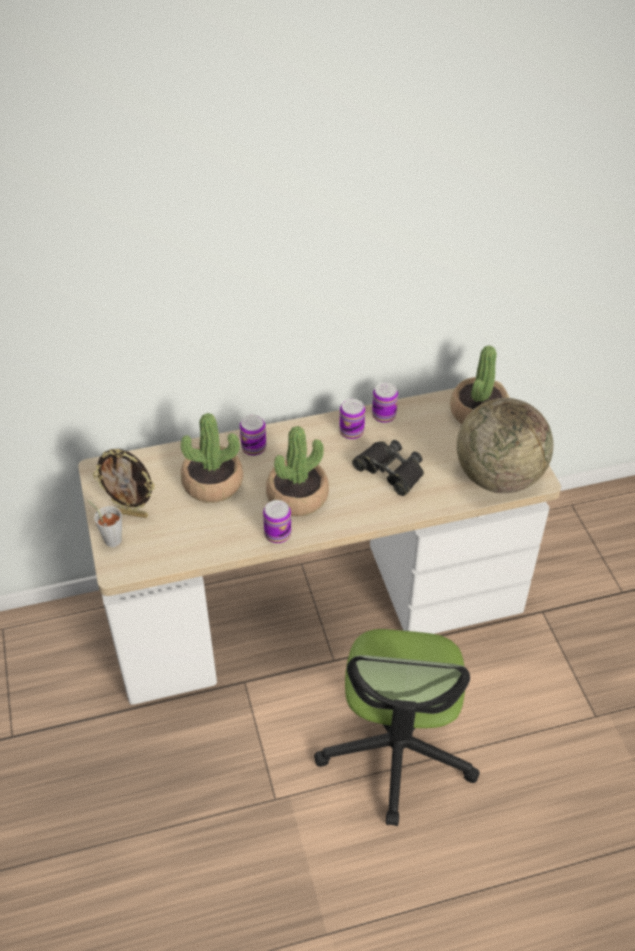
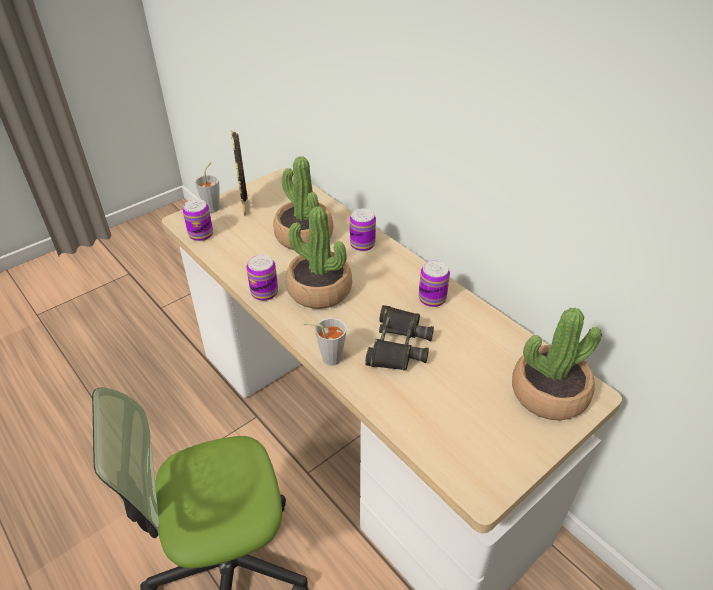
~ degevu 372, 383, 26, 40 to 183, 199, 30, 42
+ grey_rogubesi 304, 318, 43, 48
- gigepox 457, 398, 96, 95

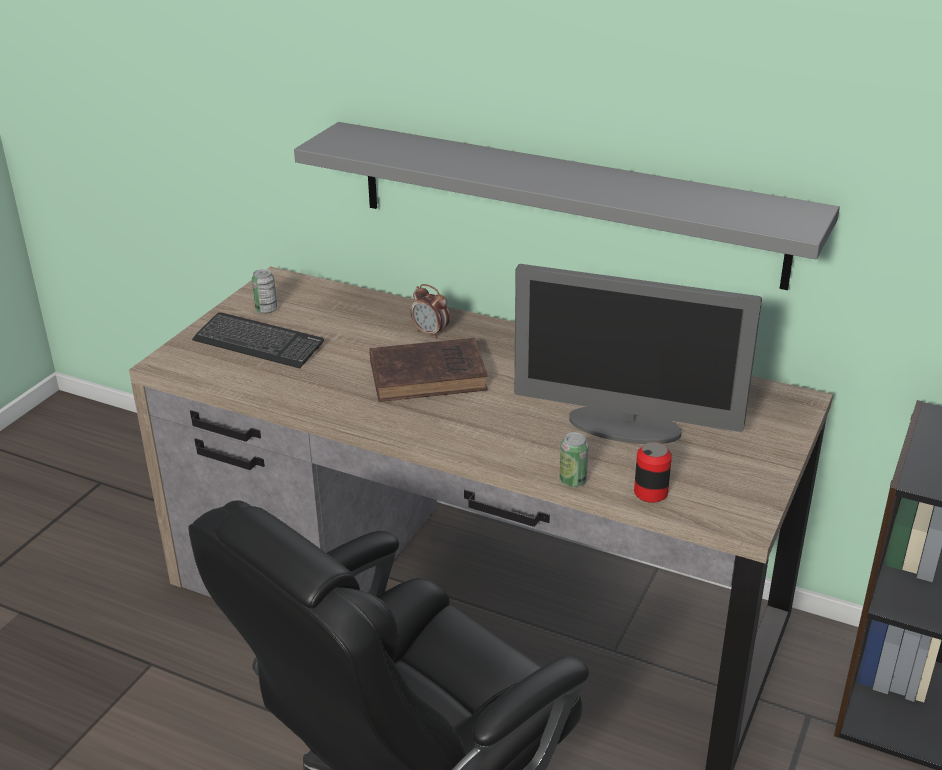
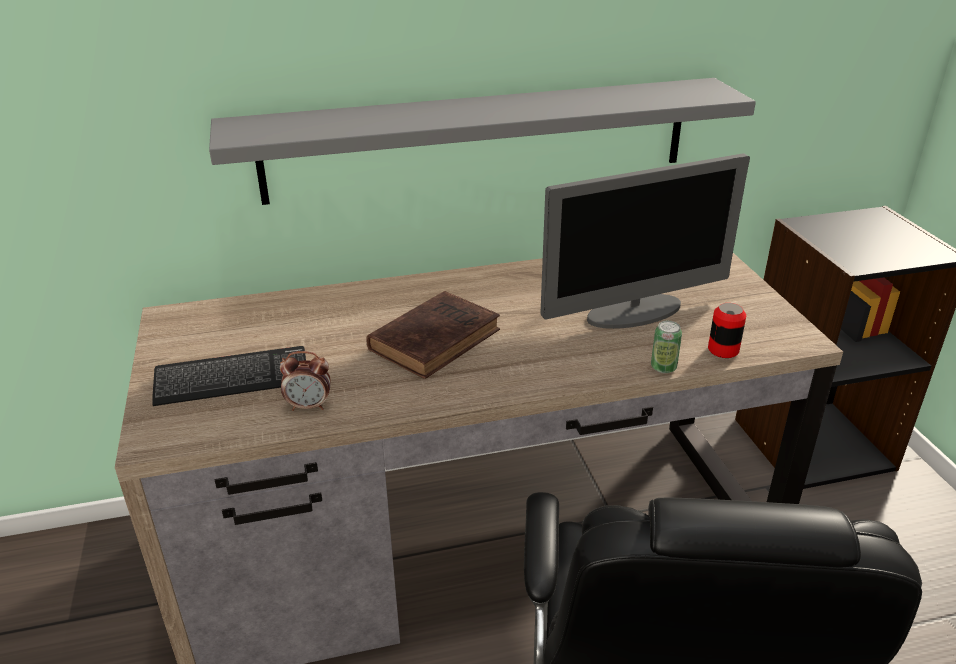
~ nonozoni 411, 284, 39, 55 to 280, 351, 51, 60
- degevu 252, 269, 25, 45

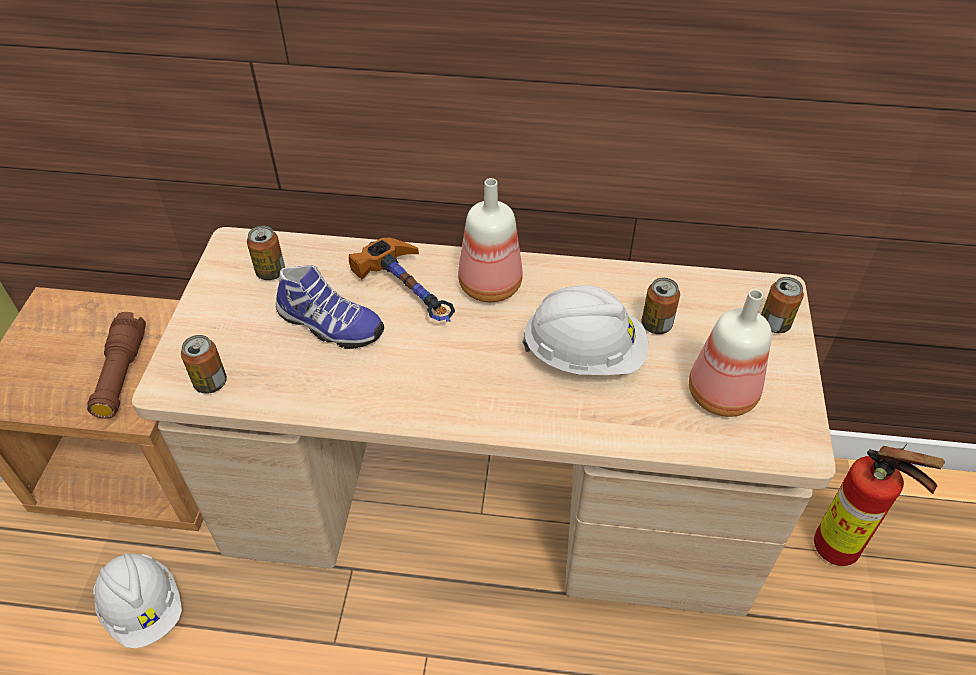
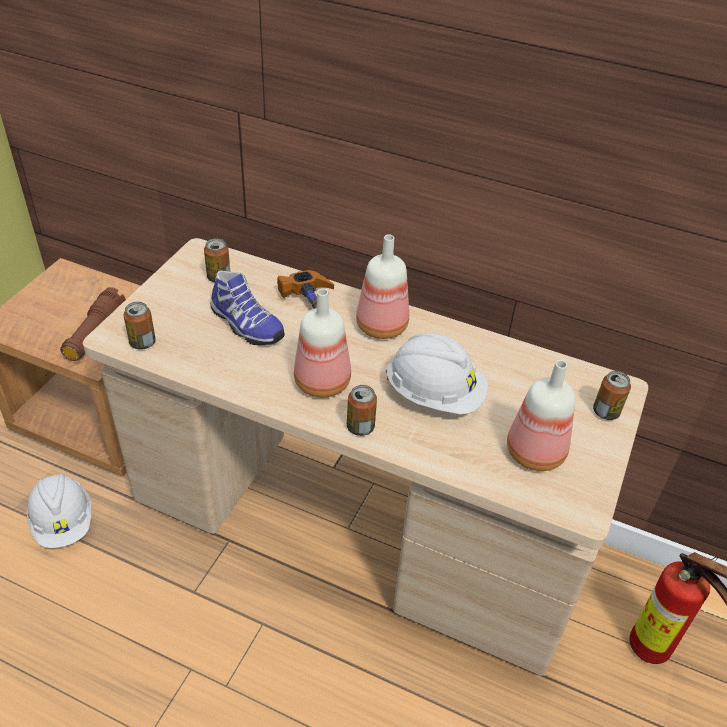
+ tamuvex 294, 288, 57, 109
~ degevu 641, 278, 39, 56 to 347, 385, 30, 51

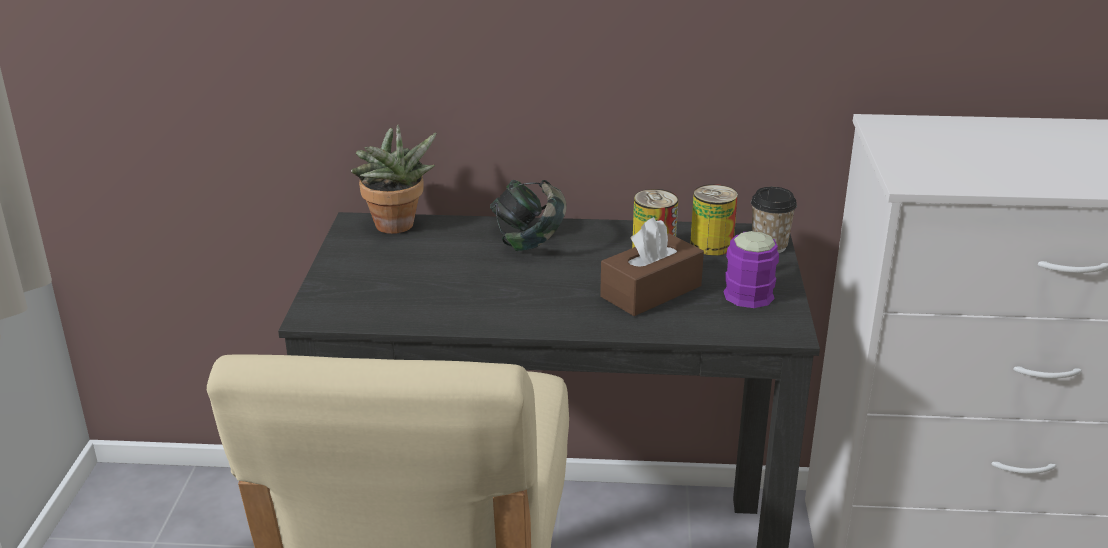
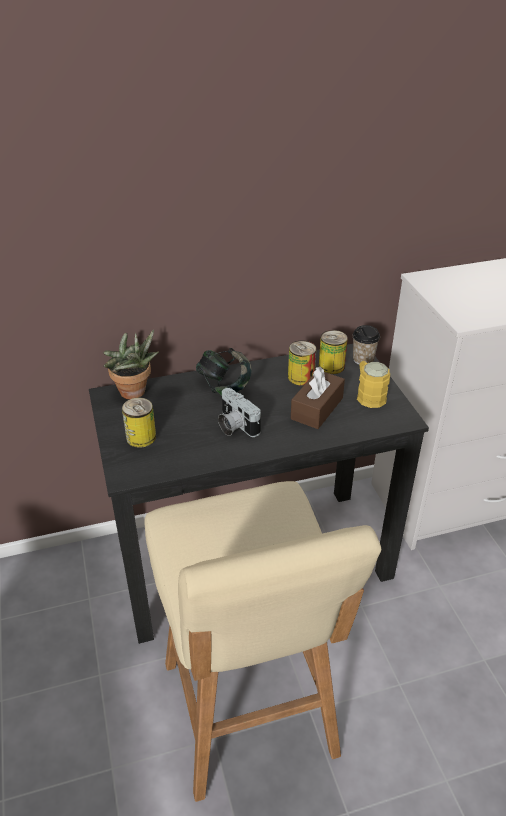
+ degevu 122, 397, 34, 51
+ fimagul 218, 388, 43, 49
~ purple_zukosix 723, 231, 56, 77 to yellow_zukosix 357, 361, 33, 47

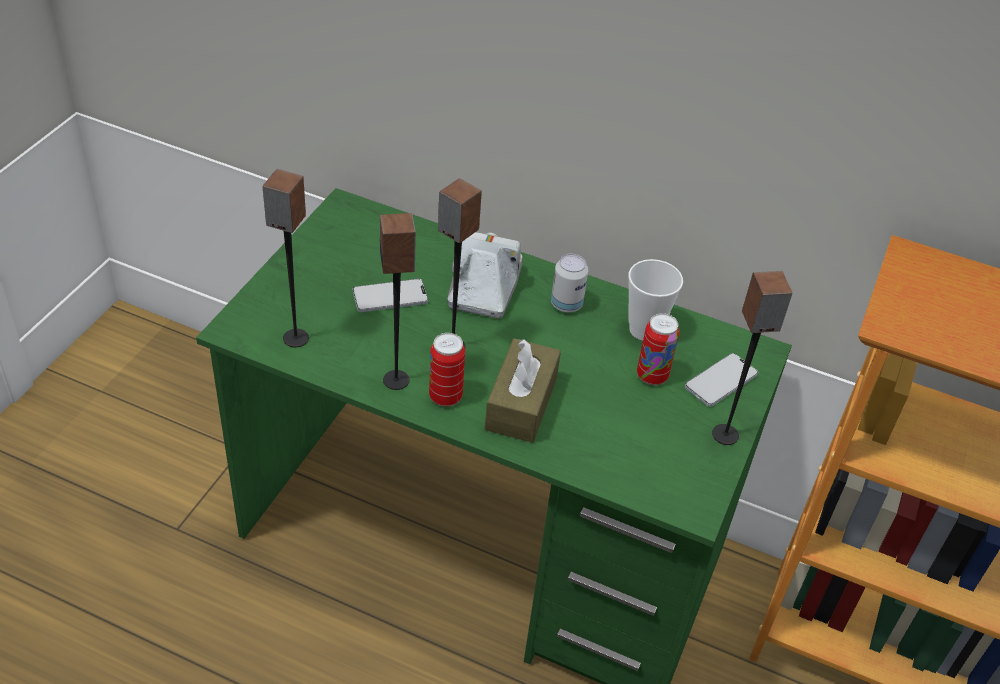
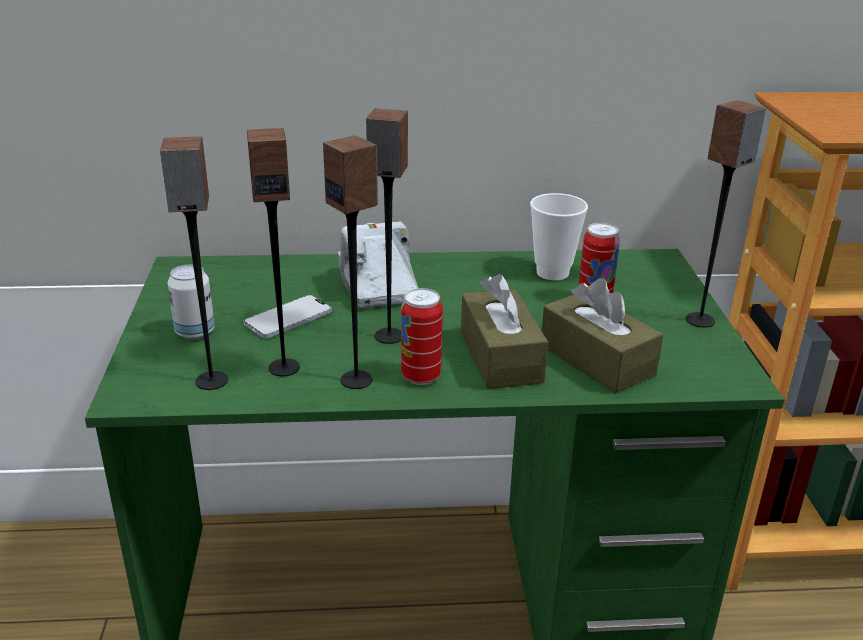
~ degevu 551, 254, 37, 58 to 168, 265, 47, 74
+ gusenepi 247, 128, 53, 248
+ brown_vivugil 542, 278, 121, 115
- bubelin 685, 353, 73, 54

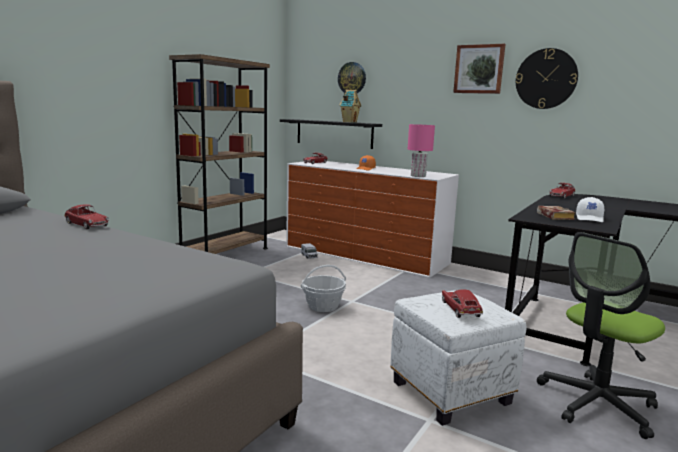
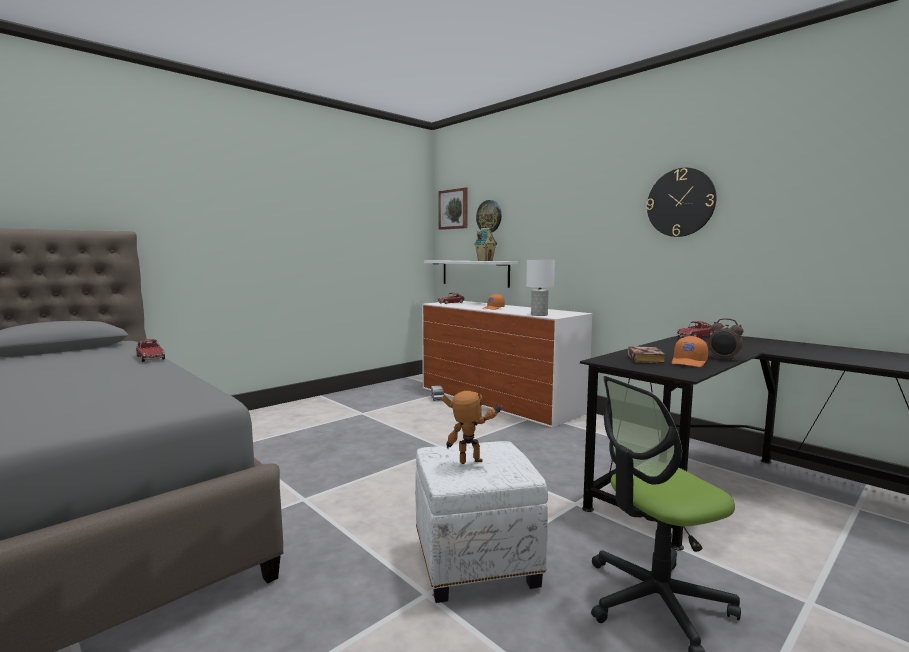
~ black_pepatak 280, 119, 102, 30 to white_pepatak 424, 260, 94, 28
~ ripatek 453, 44, 52, 50 to 438, 187, 30, 43
~ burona 442, 289, 41, 29 to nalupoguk 442, 391, 61, 73
~ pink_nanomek 408, 124, 27, 53 to white_nanomek 526, 260, 29, 56
~ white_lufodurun 576, 197, 28, 25 to orange_lufodurun 672, 336, 36, 31
+ nonozoni 708, 318, 36, 43
- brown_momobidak 169, 54, 101, 200
- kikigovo 301, 265, 45, 47

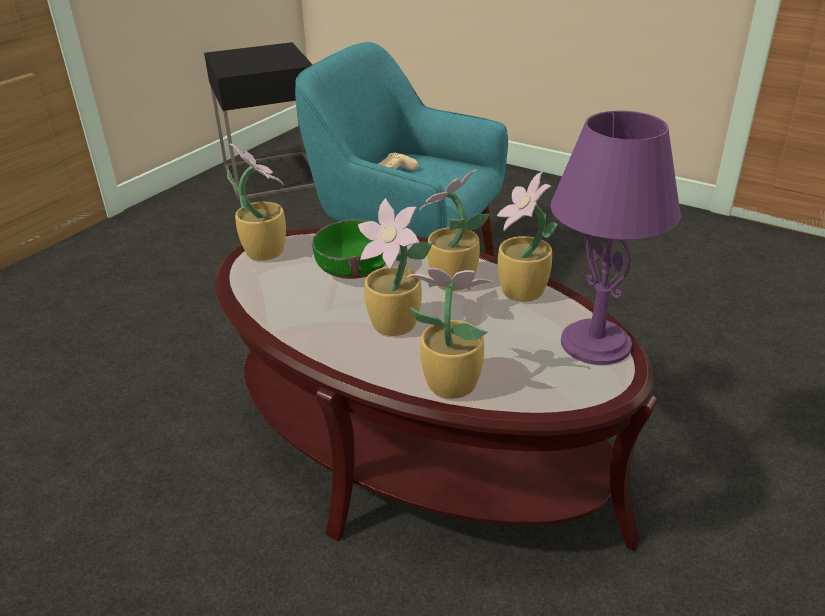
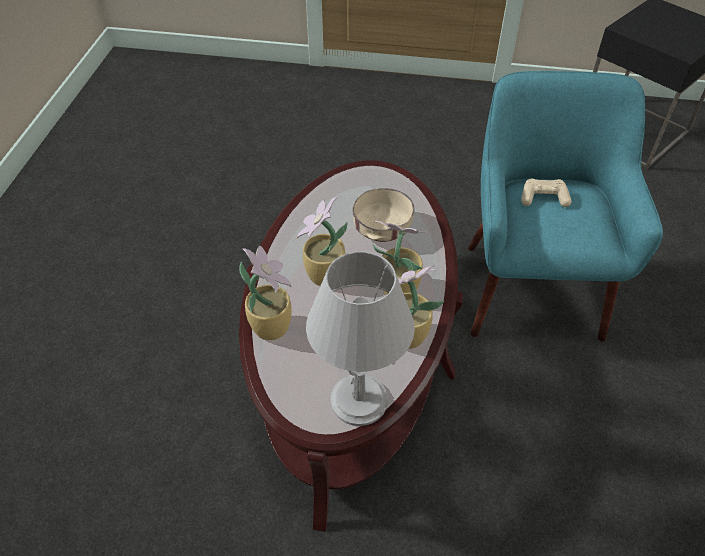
~ purple_nanomek 550, 110, 131, 255 to grey_nanomek 306, 251, 109, 175
~ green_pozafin 312, 219, 74, 60 to beige_pozafin 352, 188, 63, 54
- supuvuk 227, 143, 59, 117

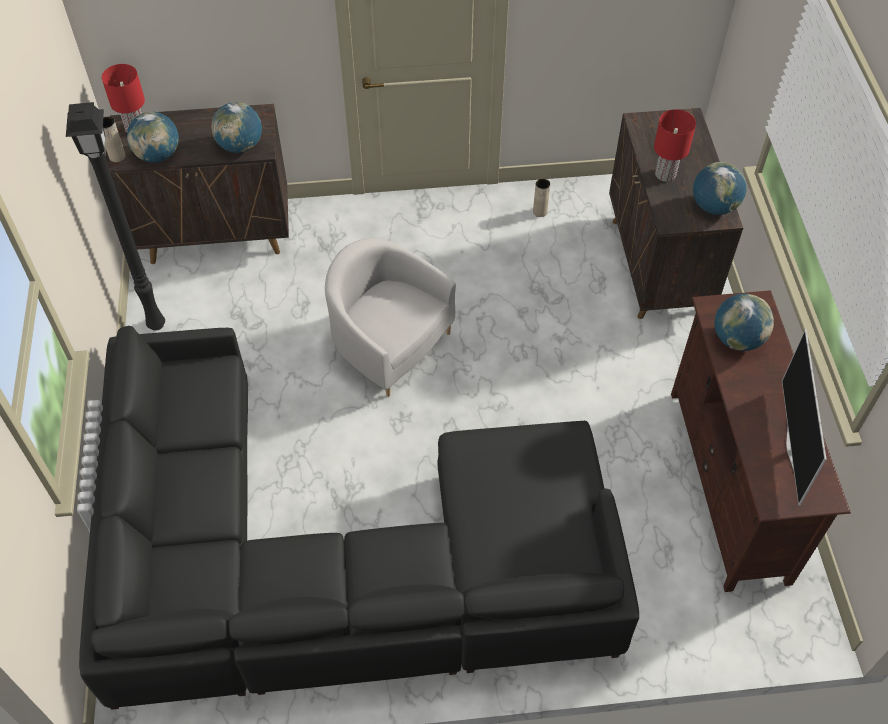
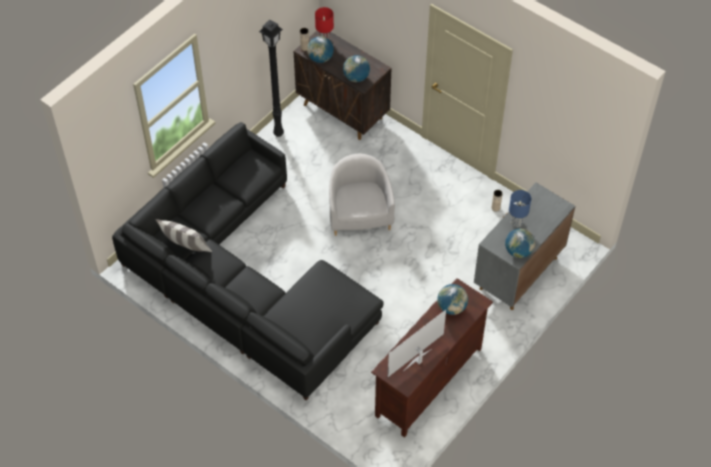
+ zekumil 156, 219, 56, 33
~ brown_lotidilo 609, 108, 134, 211 to grey_lotidilo 474, 183, 101, 127
~ red_nanomek 654, 109, 42, 73 to blue_nanomek 509, 190, 22, 37

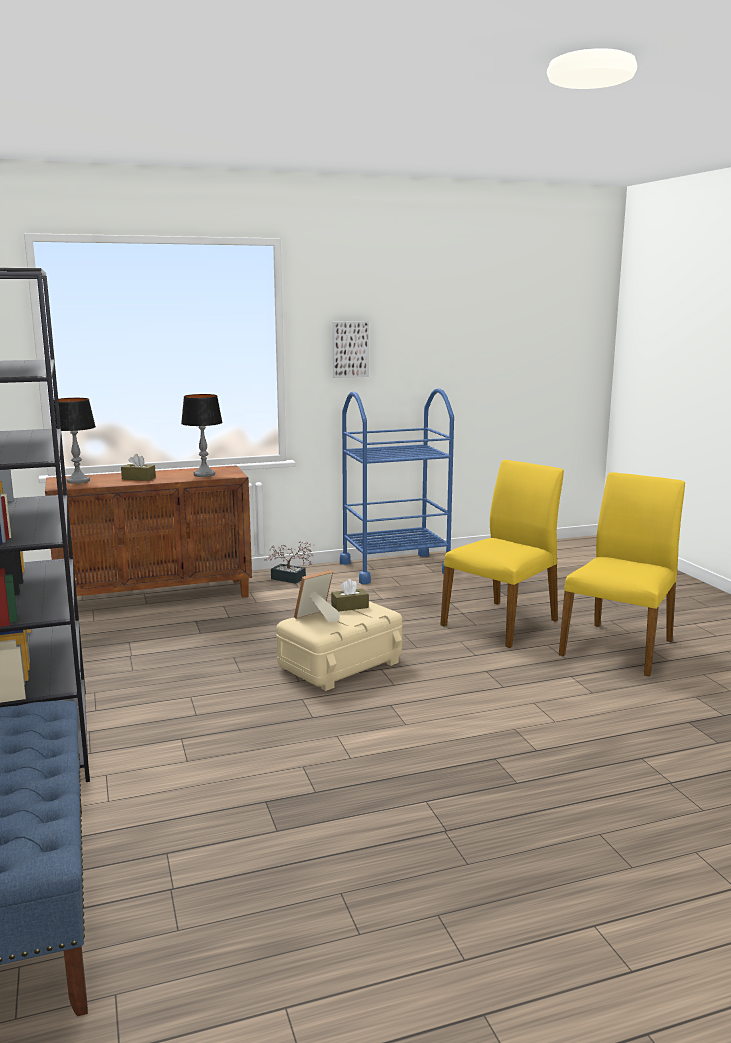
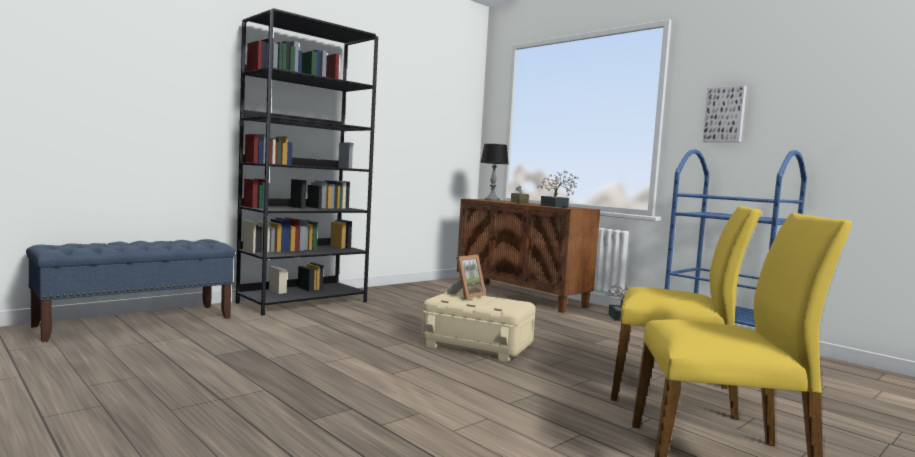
~ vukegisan 294, 570, 46, 52 = 447, 255, 39, 44 105 degrees clockwise
~ nanomek 181, 394, 42, 83 to supuvuk 537, 170, 41, 38
- brown_vivugil 331, 579, 38, 32

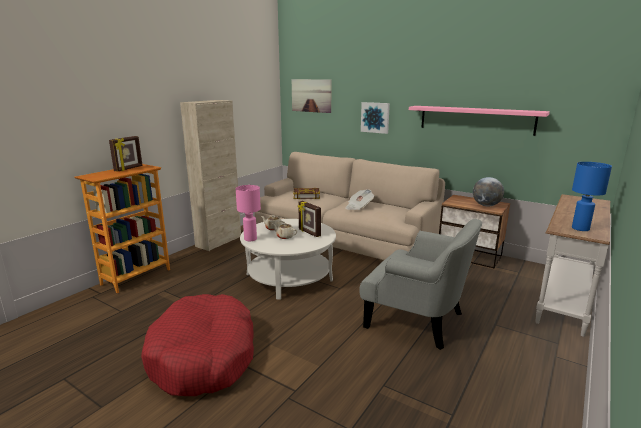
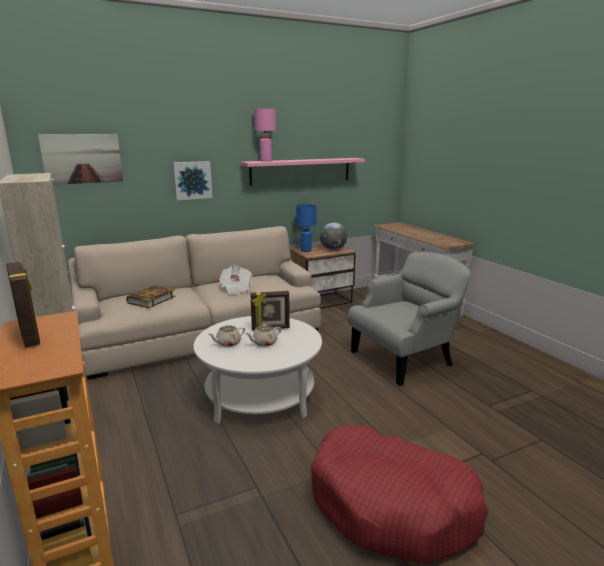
~ pink_nanomek 236, 185, 25, 56 to 254, 109, 22, 53
~ blue_nanomek 572, 162, 40, 69 to 296, 204, 20, 48

